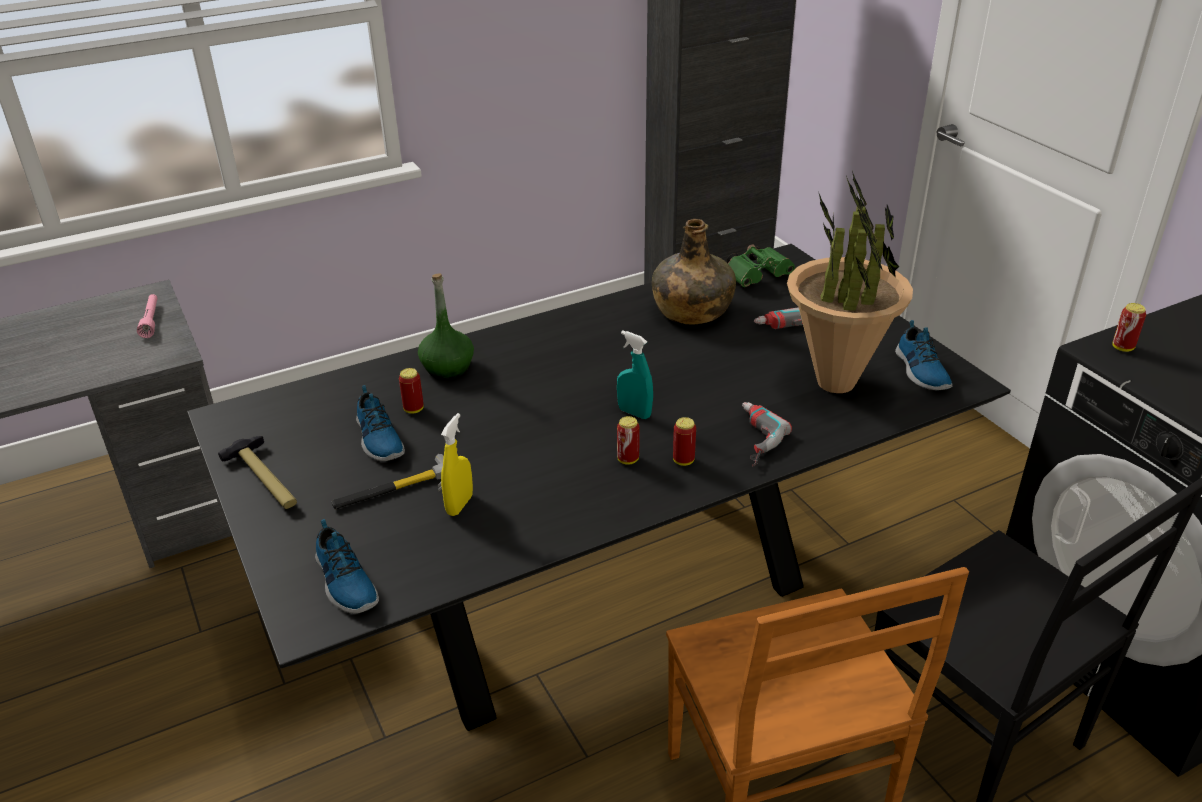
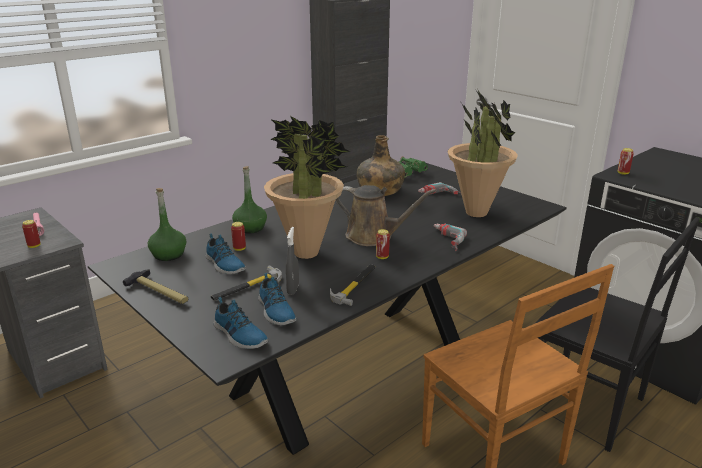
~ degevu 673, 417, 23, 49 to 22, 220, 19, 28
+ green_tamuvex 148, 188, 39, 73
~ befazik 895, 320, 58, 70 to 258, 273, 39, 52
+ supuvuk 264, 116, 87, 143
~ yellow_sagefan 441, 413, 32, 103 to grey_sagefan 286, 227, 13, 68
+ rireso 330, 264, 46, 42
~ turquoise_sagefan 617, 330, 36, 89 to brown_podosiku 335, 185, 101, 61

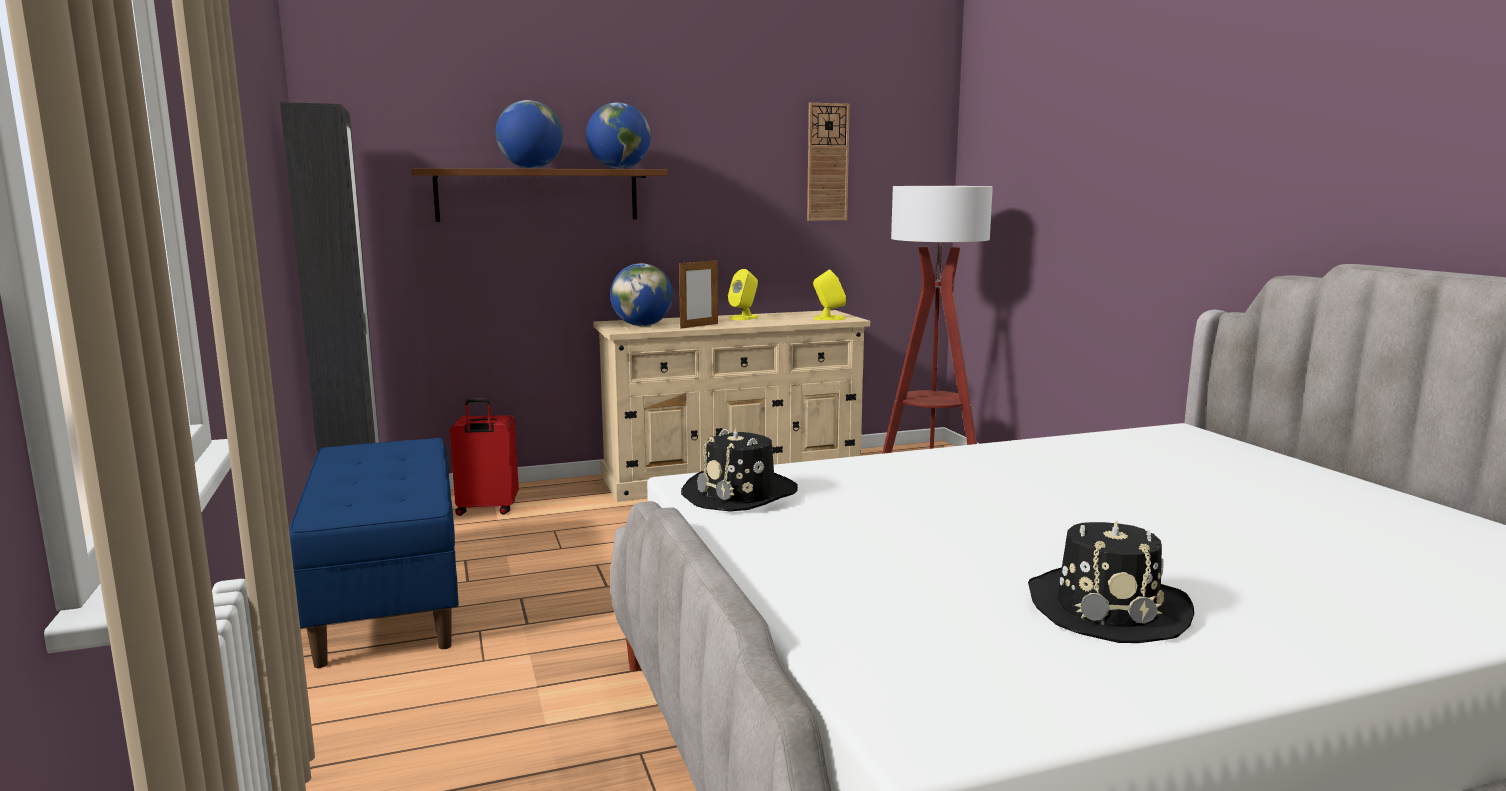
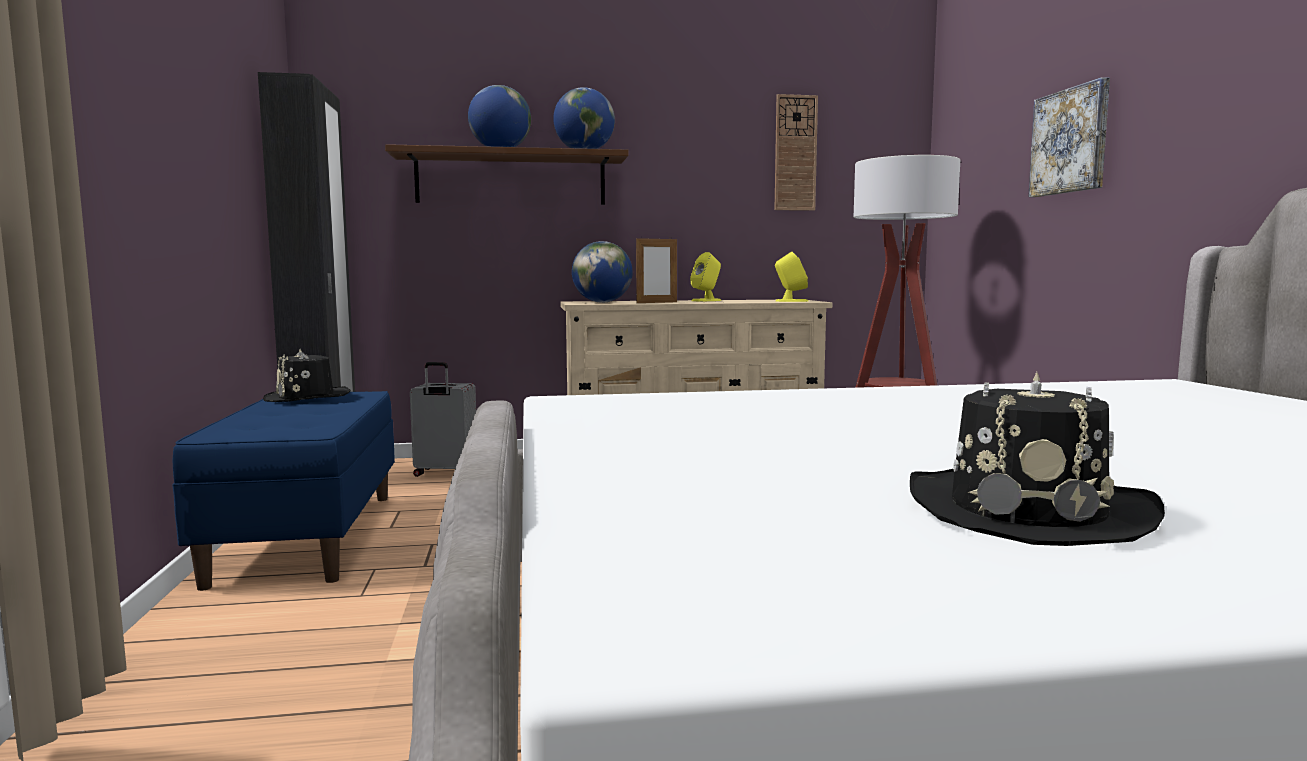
~ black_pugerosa 681, 428, 117, 84 to 263, 349, 88, 53
~ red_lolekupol 450, 398, 69, 118 to grey_lolekupol 410, 362, 66, 115
+ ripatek 1028, 77, 82, 120

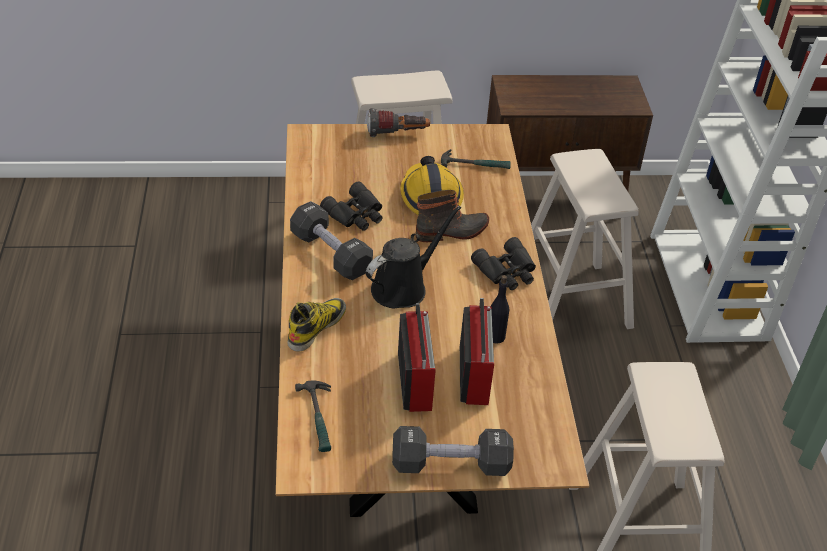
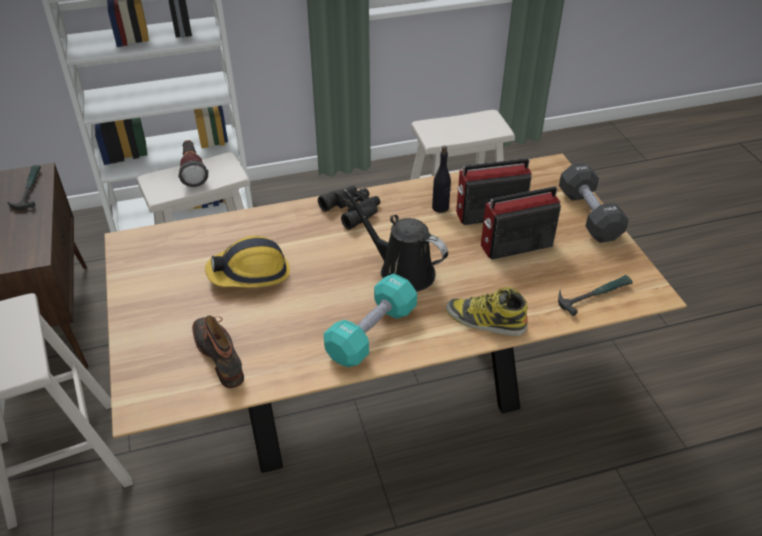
~ rireso 441, 149, 70, 20 to 7, 165, 34, 45
~ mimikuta 367, 108, 63, 29 to 178, 140, 31, 47
~ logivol 416, 190, 73, 52 to 192, 315, 52, 73
~ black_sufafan 290, 201, 83, 79 to turquoise_sufafan 324, 273, 93, 94
- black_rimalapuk 320, 181, 63, 50

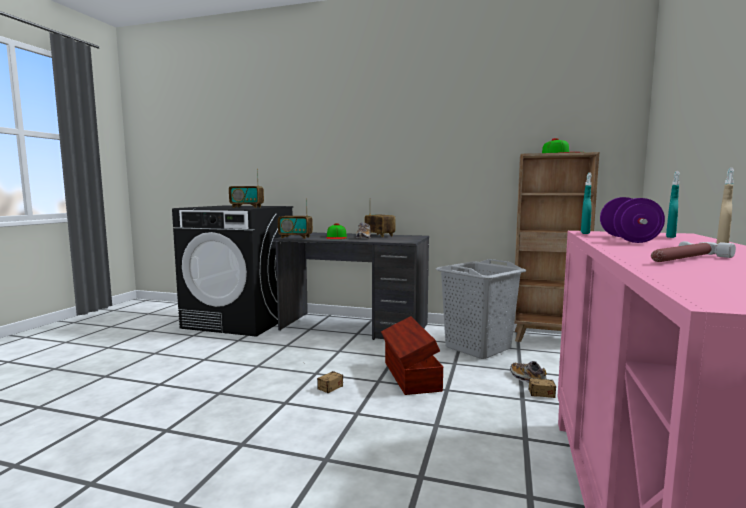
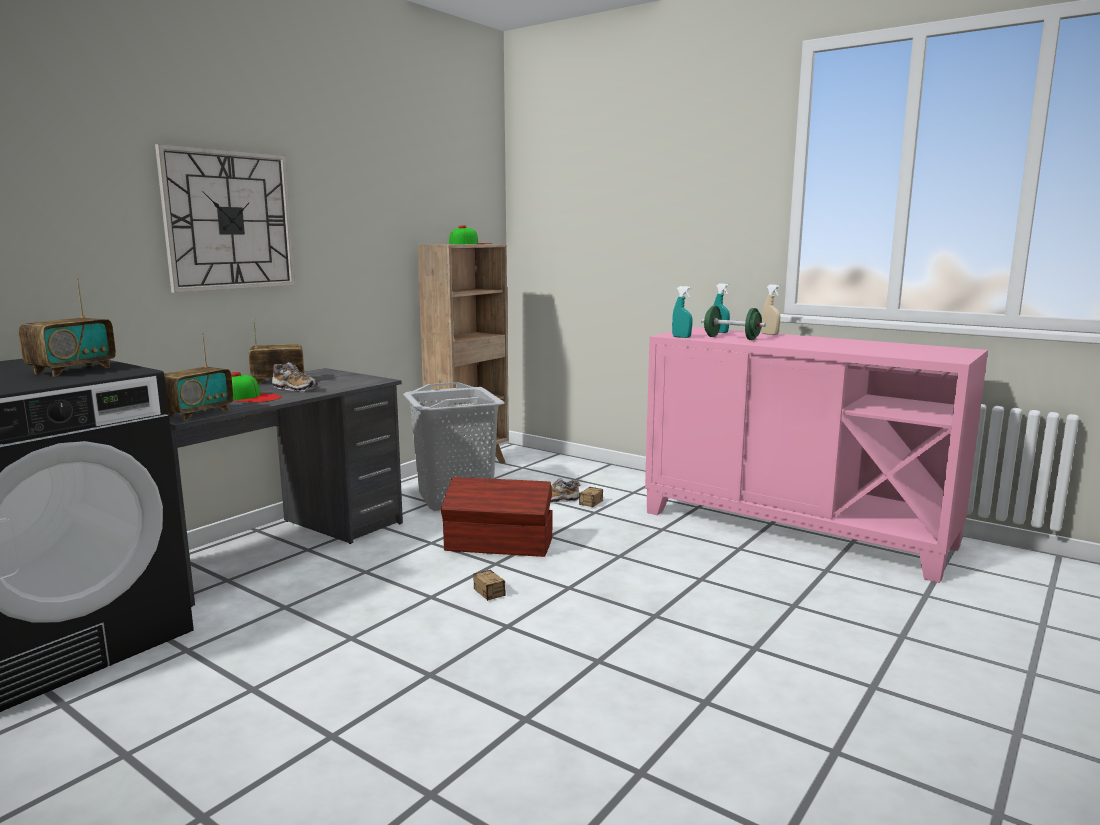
+ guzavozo 155, 144, 140, 149
~ purple_sufafan 600, 197, 65, 46 to green_sufafan 701, 306, 65, 34
- rireso 651, 241, 85, 21

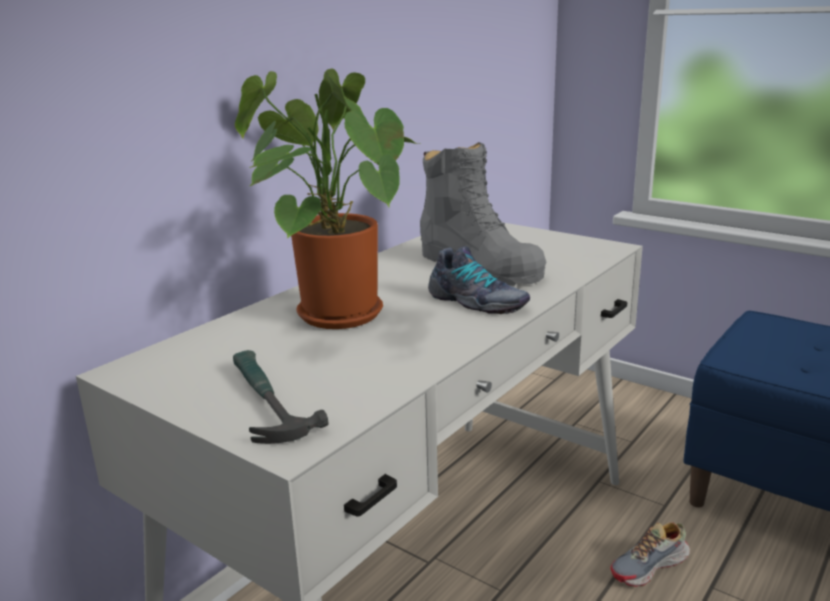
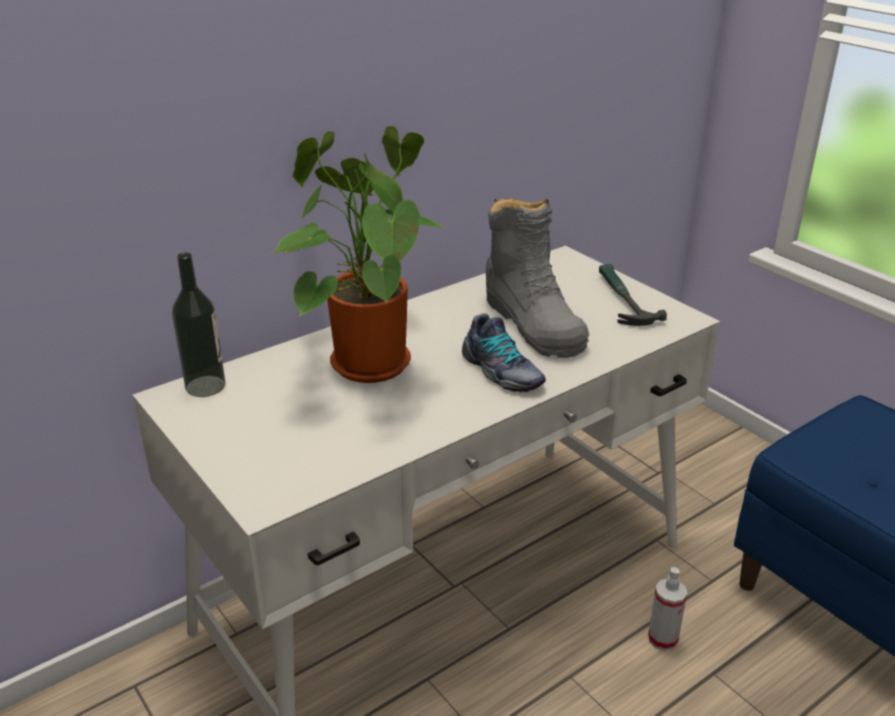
+ tamuvex 172, 253, 54, 144
~ rireso 233, 350, 96, 94 to 599, 264, 68, 62
~ befazik 610, 522, 80, 65 to sagefan 648, 567, 39, 84

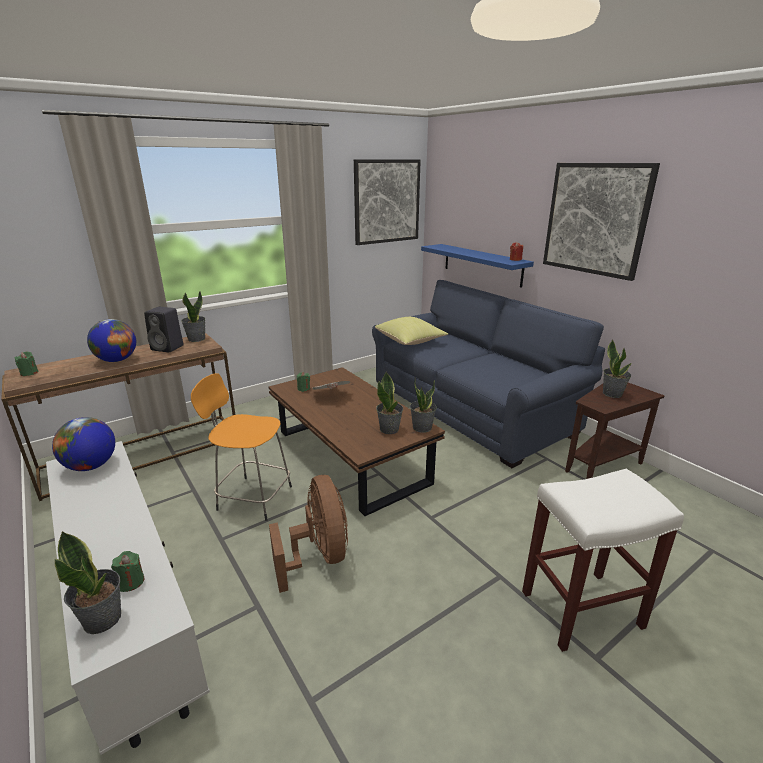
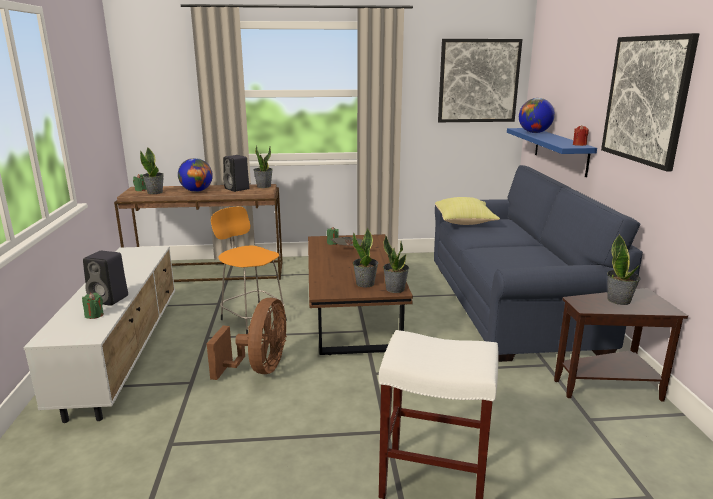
+ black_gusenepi 83, 251, 45, 55
~ supuvuk 55, 531, 66, 103 to 140, 147, 24, 47
~ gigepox 52, 417, 63, 54 to 519, 98, 36, 35

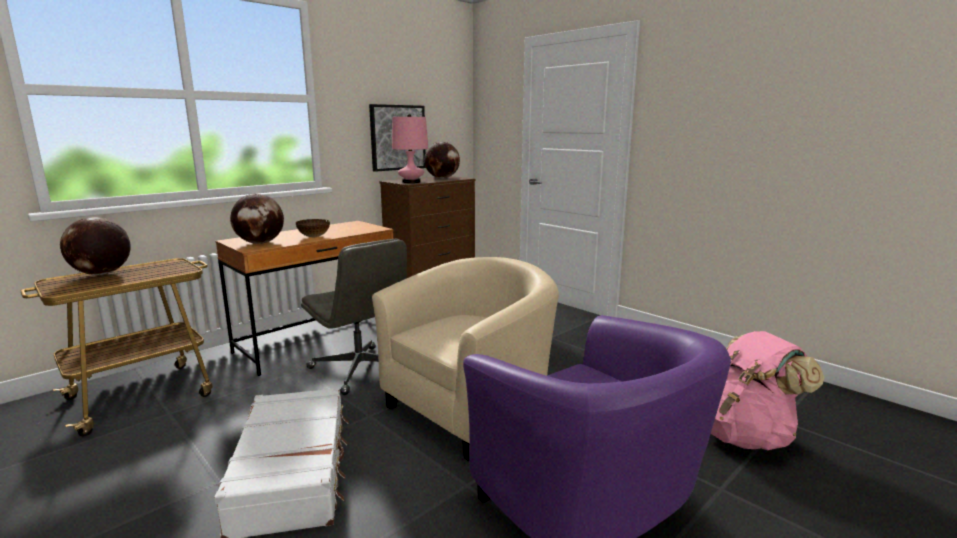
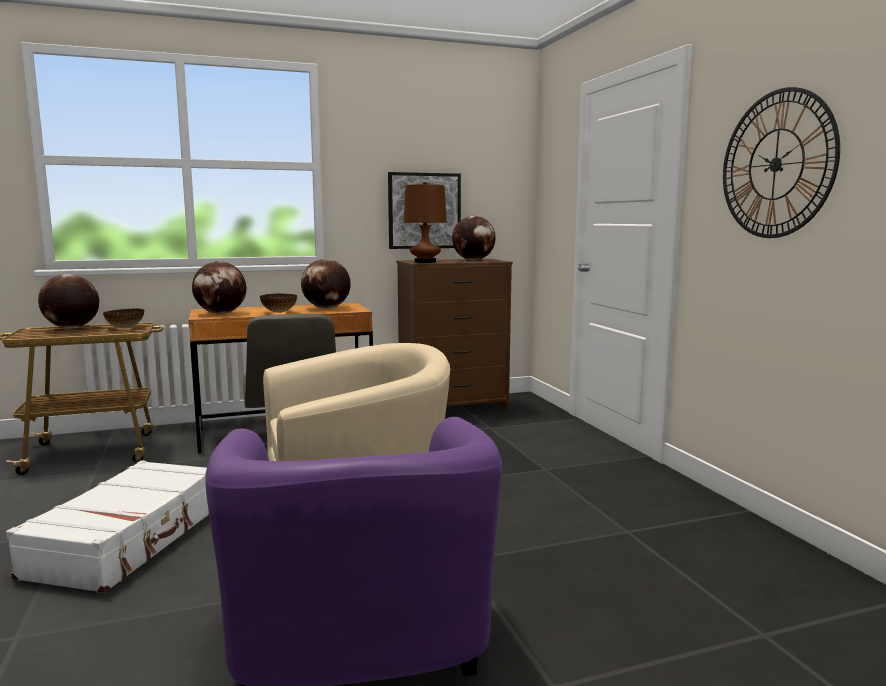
+ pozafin 103, 308, 41, 20
+ gigepox 301, 259, 50, 49
~ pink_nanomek 392, 114, 36, 69 to brown_nanomek 404, 182, 43, 81
+ guzavozo 723, 87, 117, 151
- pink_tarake 711, 331, 113, 119

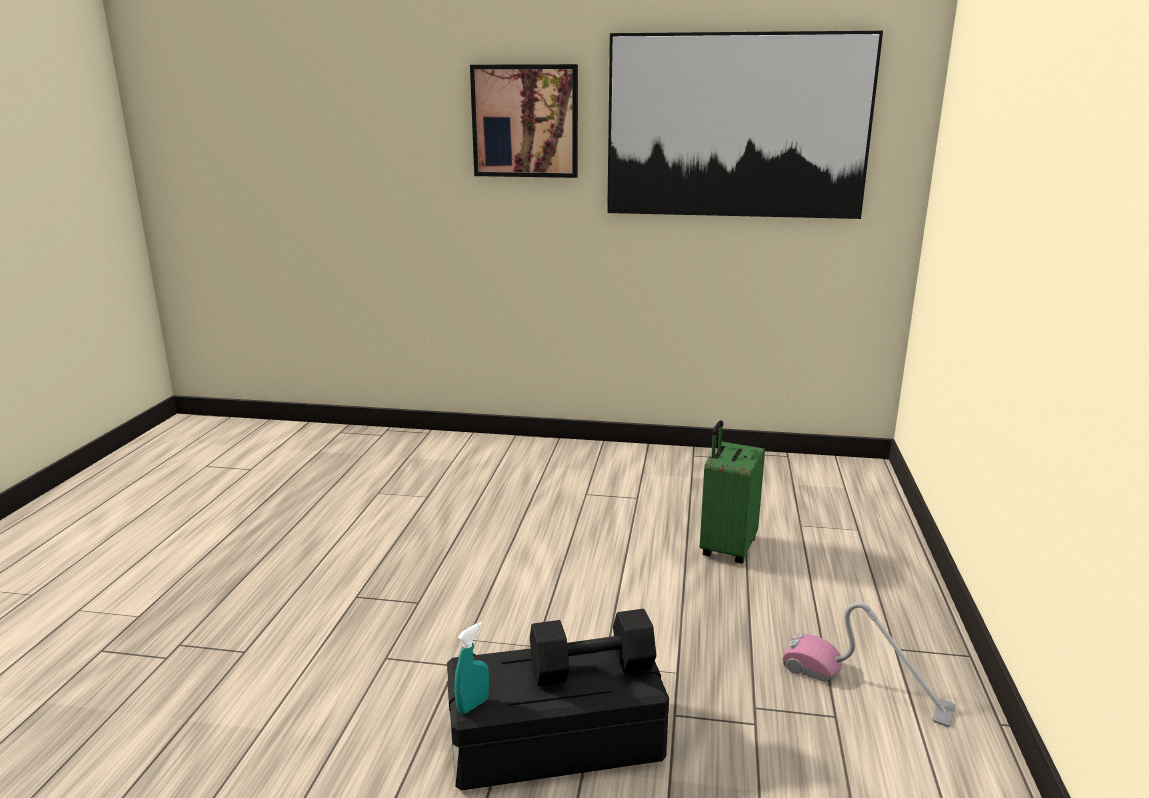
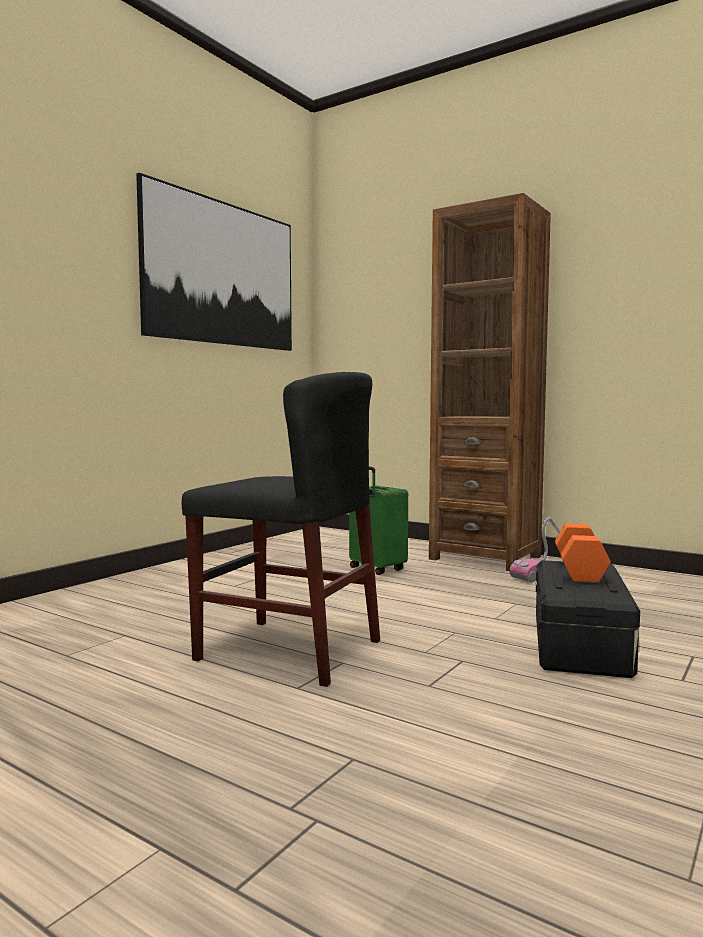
+ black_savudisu 182, 372, 198, 315
+ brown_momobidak 429, 193, 122, 378
~ black_sufafan 530, 609, 126, 77 to orange_sufafan 555, 523, 56, 60
- turquoise_sagefan 454, 622, 35, 92
- ripatek 470, 64, 108, 114

